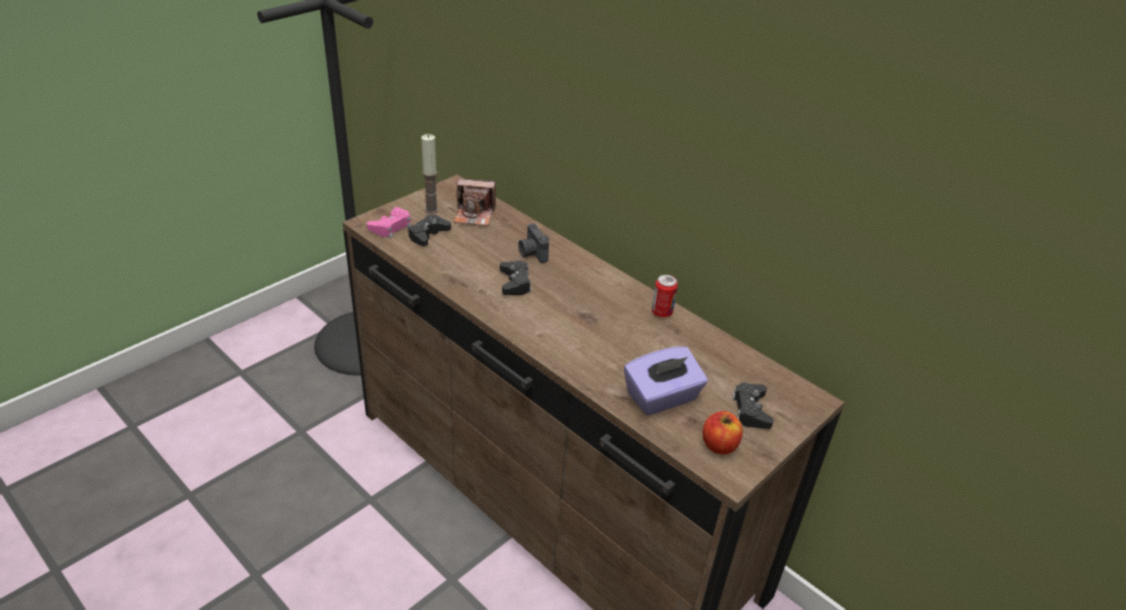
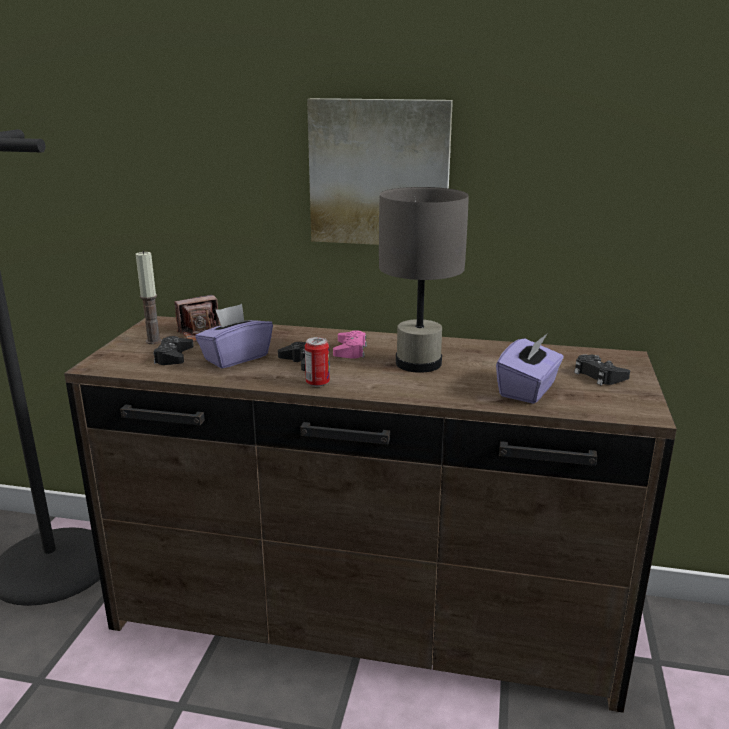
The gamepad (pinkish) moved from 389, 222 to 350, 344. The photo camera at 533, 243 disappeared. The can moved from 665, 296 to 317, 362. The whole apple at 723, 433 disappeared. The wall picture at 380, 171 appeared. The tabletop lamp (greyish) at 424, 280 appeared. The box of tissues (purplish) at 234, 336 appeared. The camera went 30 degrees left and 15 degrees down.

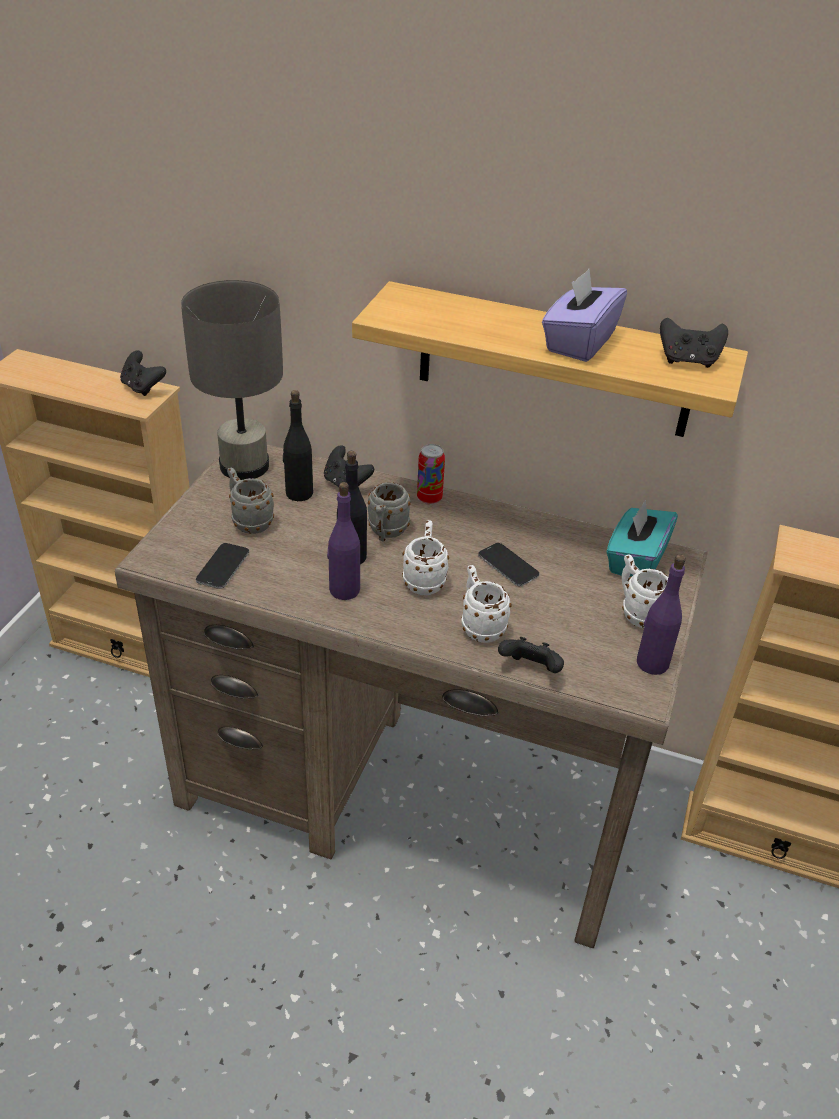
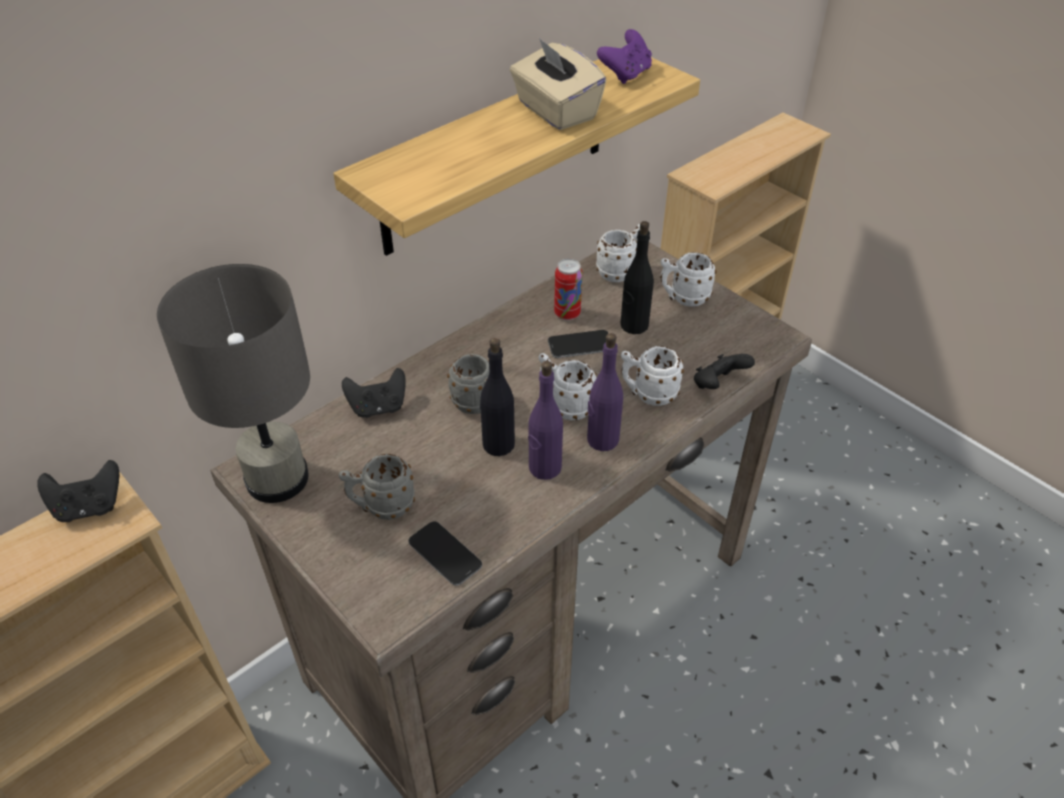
The box of tissues (purplish) at 584, 315 became the box of tissues (beige-coloured) at 558, 84. The gamepad (black-coloured) at 694, 343 became the gamepad (purplish) at 624, 56. The beverage bottle (black-coloured) moved from 298, 445 to 637, 277. The can moved from 431, 474 to 568, 290. The box of tissues (blue-green) at 642, 539 was replaced by the coffee mug (whitish) at 618, 252. The beverage bottle (purplish) moved from 661, 614 to 605, 392. The camera went 60 degrees left and 5 degrees up.

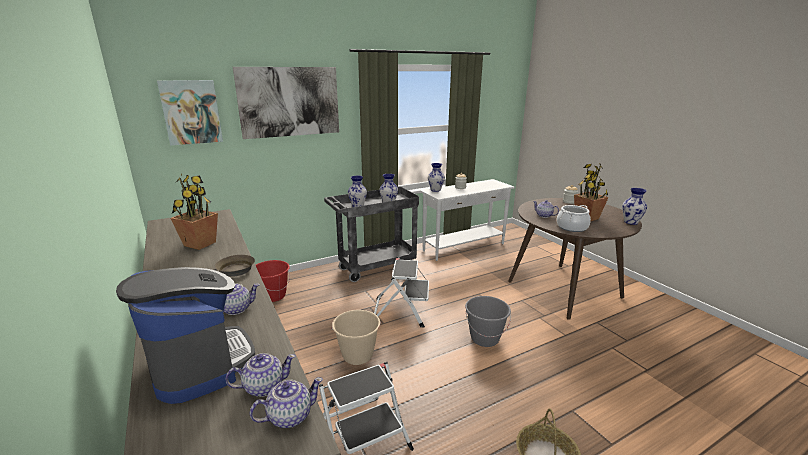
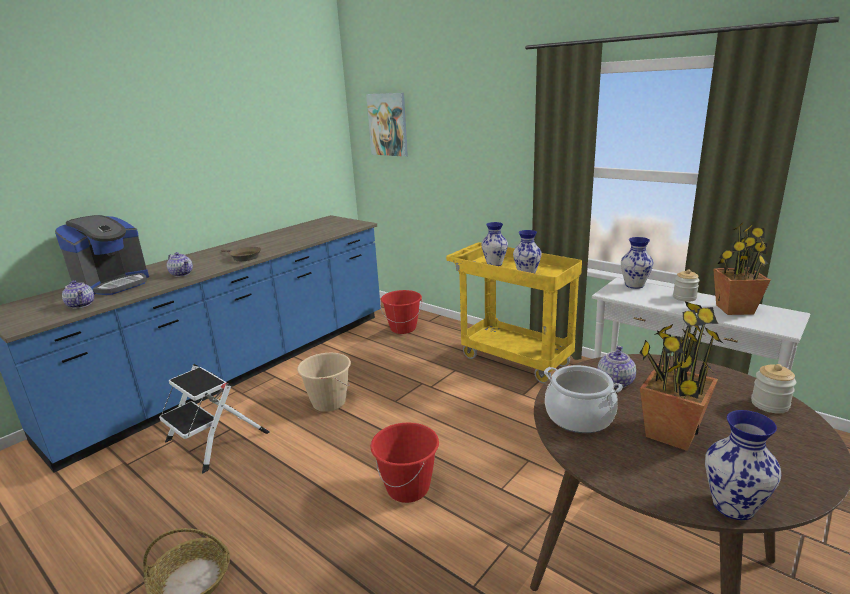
The wall picture at 286, 103 disappeared. The potted plant moved from 194, 211 to 742, 268. The wheeled cart (greyish) at 371, 234 became the wheeled cart (yellow) at 514, 312. The step ladder at 401, 292 disappeared. The pail (greyish) at 488, 321 became the pail (reddish) at 404, 463. The teapot at 286, 402 disappeared. The camera went 70 degrees right and 0 degrees up.

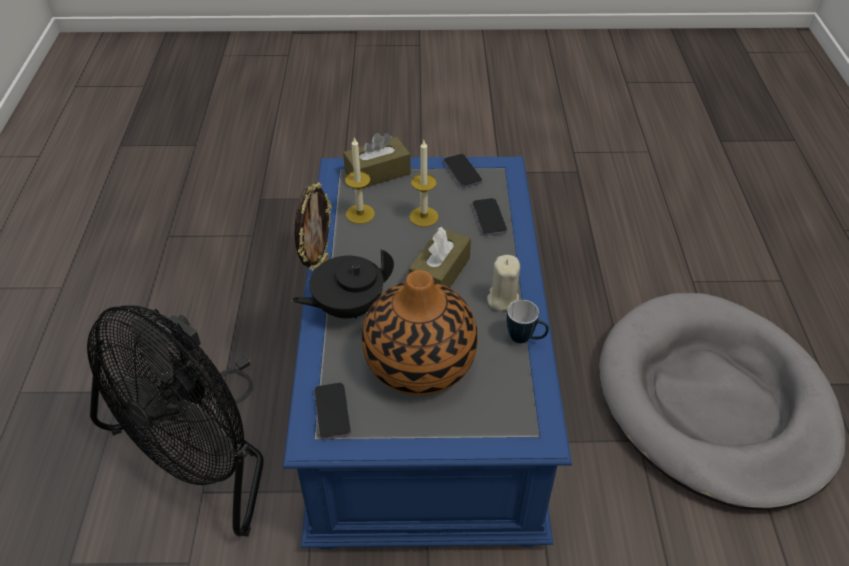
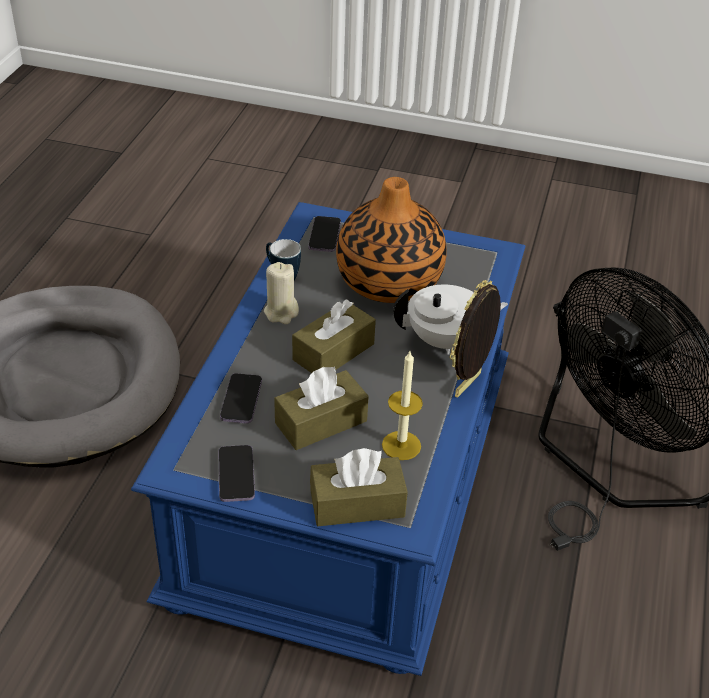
The wax candle at 424, 184 was replaced by the box of tissues (brown-coloured) at 321, 408. The teapot (black-coloured) at 343, 284 became the teapot (whitish) at 450, 320. The phone moved from 332, 411 to 324, 234. The camera went 165 degrees left and 5 degrees down.

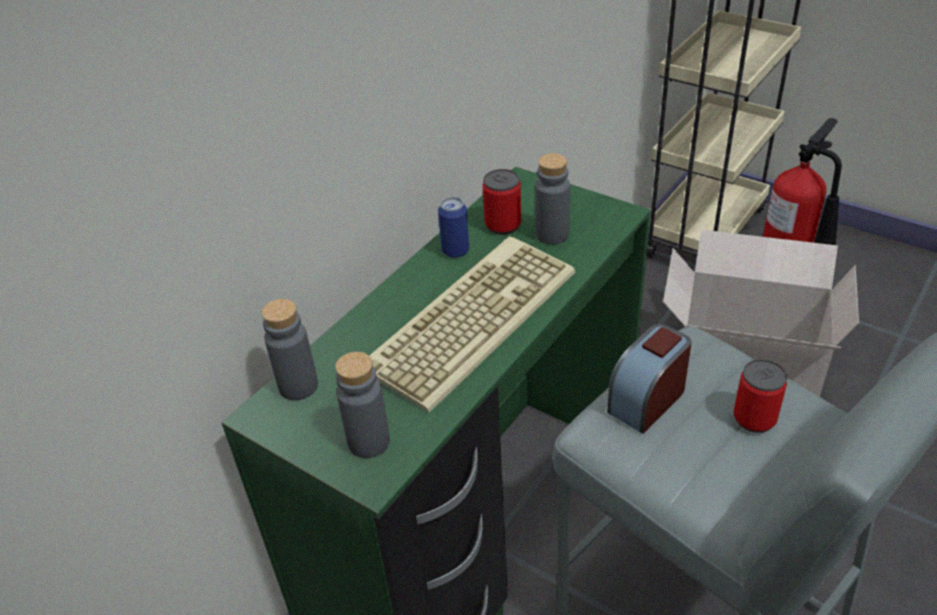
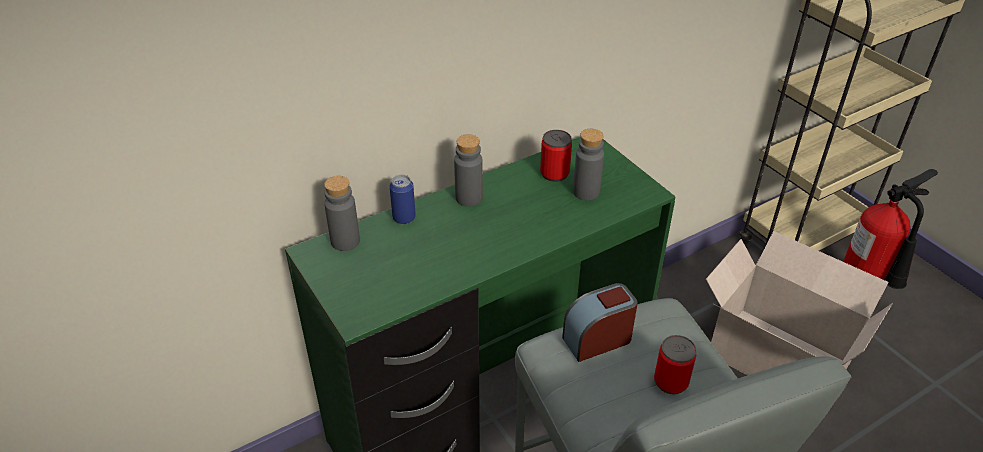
The can moved from 453, 227 to 403, 199. The computer keyboard at 472, 324 disappeared. The beverage bottle (greyish) moved from 362, 405 to 468, 170. The camera went 20 degrees right and 0 degrees up.

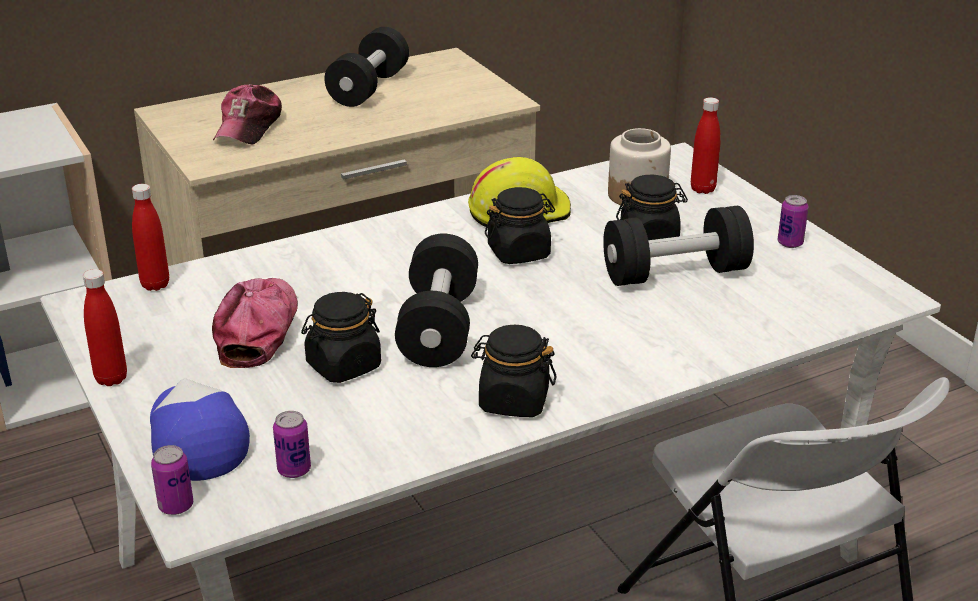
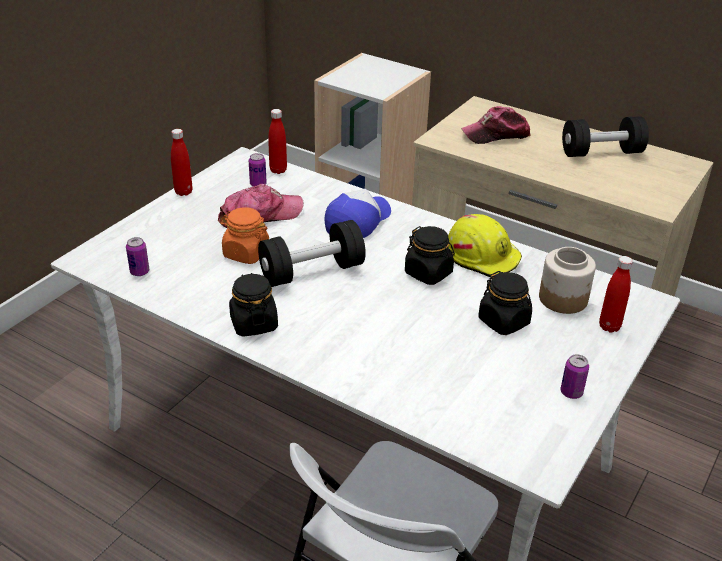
The free weight (black-coloured) at 678, 246 disappeared. The jar (black-coloured) at 341, 337 became the jar (orange-coloured) at 244, 235. The cap moved from 200, 429 to 357, 213. The can moved from 172, 480 to 258, 170. The camera went 60 degrees right and 5 degrees up.

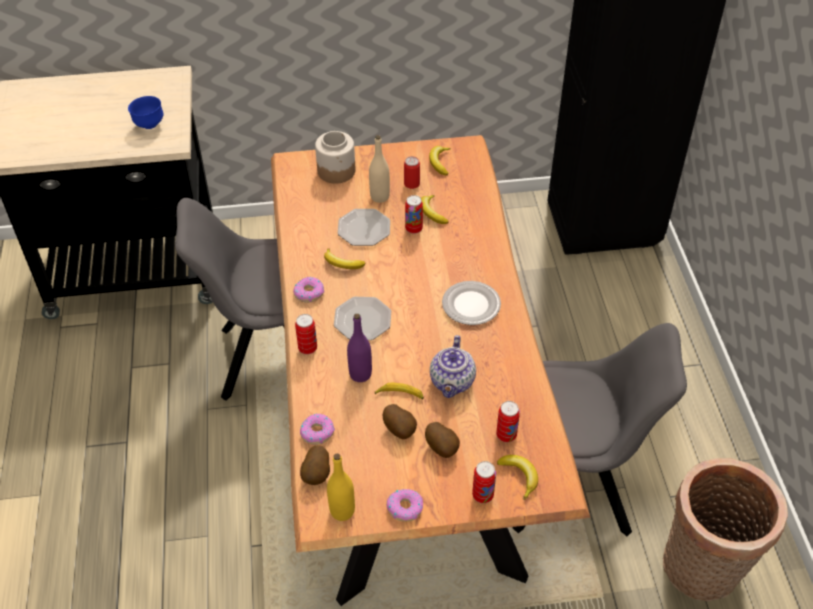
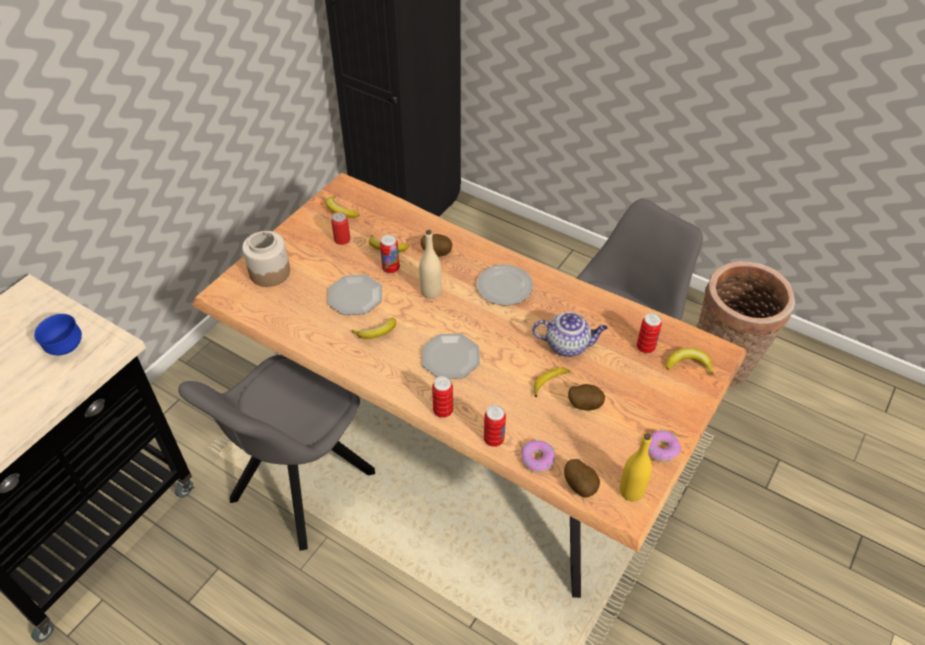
The beverage bottle (beige-coloured) moved from 379, 169 to 430, 264. The doughnut at 308, 290 disappeared. The beverage bottle (purplish) at 359, 348 disappeared. The teapot at 453, 366 turned 45 degrees counterclockwise. The whole potato moved from 442, 440 to 436, 245. The can moved from 484, 482 to 495, 426. The camera went 50 degrees left and 0 degrees up.

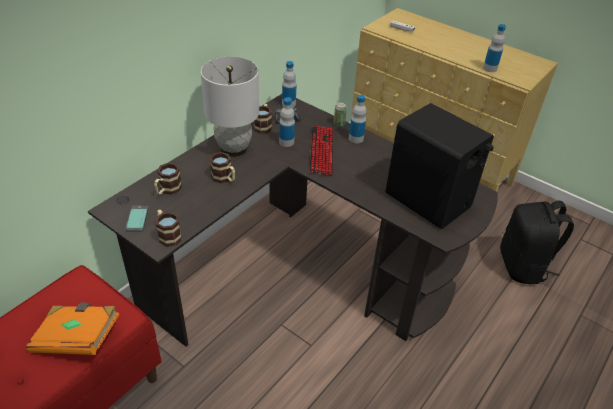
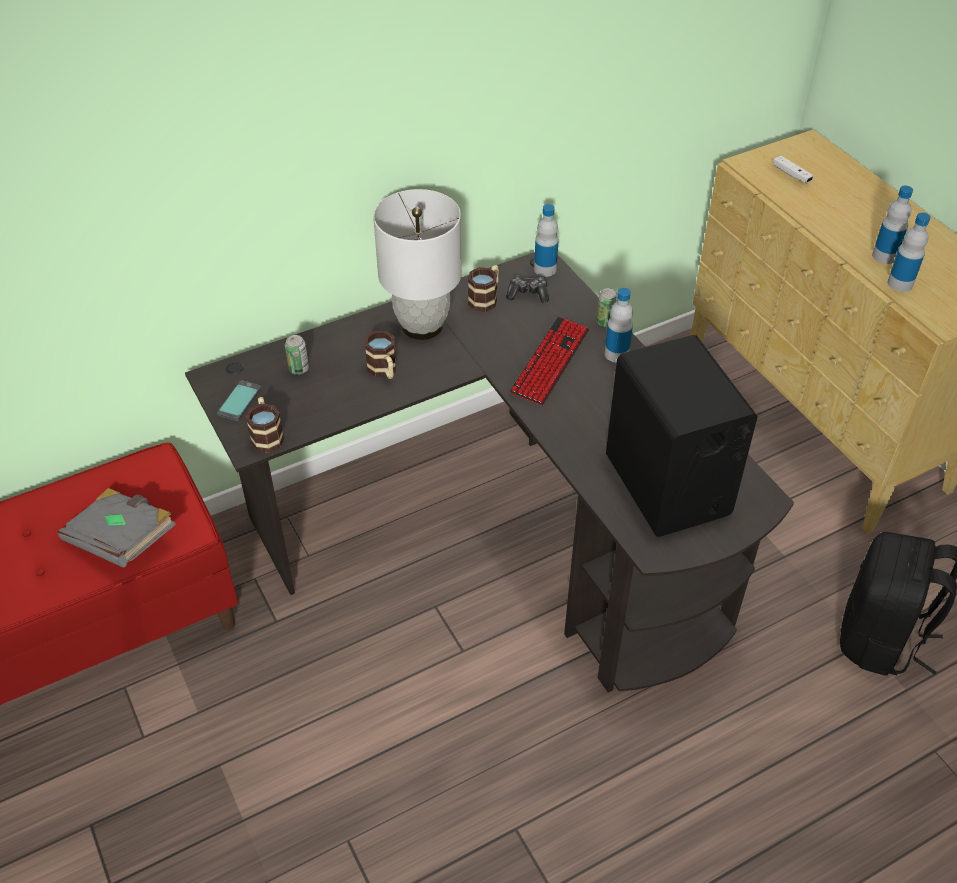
The beverage bottle moved from 287, 122 to 892, 224. The coffee mug at 168, 179 was replaced by the can at 297, 355. The book (orange-coloured) at 73, 328 became the book (greyish) at 117, 527. The camera went 25 degrees right and 5 degrees up.

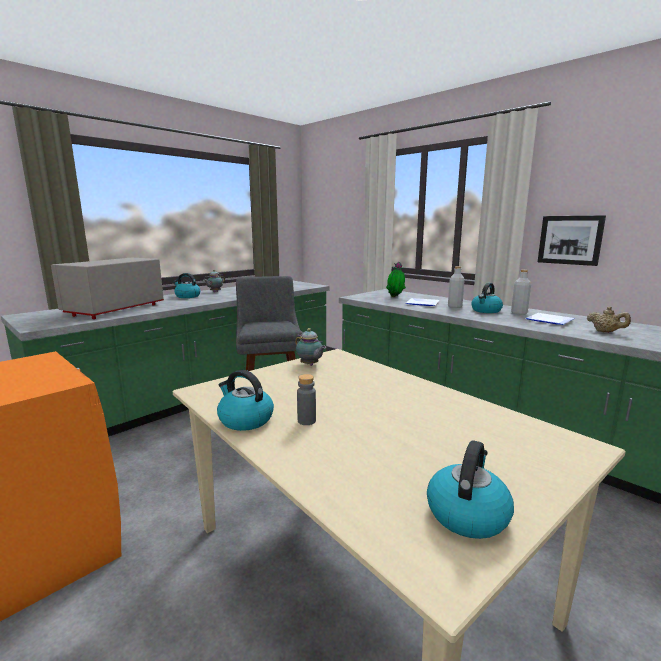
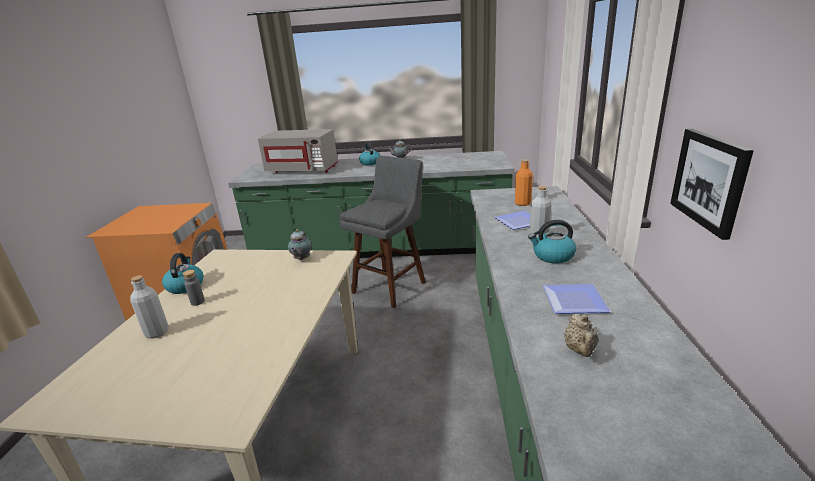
The microwave (greyish) at 107, 288 turned 150 degrees counterclockwise. The potted plant at 396, 279 was replaced by the beverage bottle (orange-coloured) at 524, 182. The beverage bottle (greyish) moved from 521, 292 to 149, 307. The tea kettle at 470, 489 disappeared. The camera went 50 degrees right and 10 degrees up.

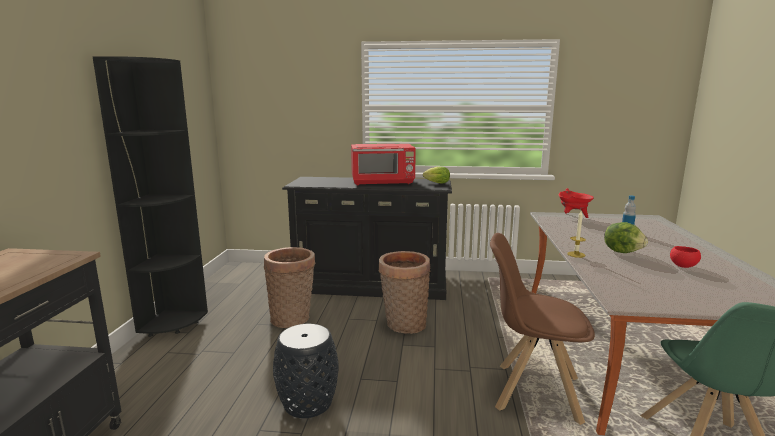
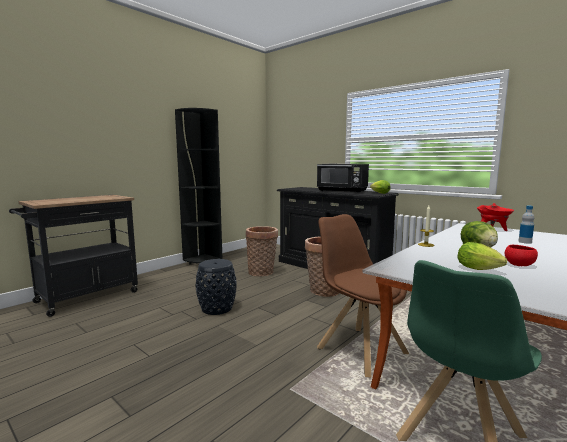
The microwave (reddish) at 383, 164 became the microwave (black-coloured) at 343, 178. The lettuce at 482, 256 appeared. The camera went 35 degrees right and 5 degrees down.

